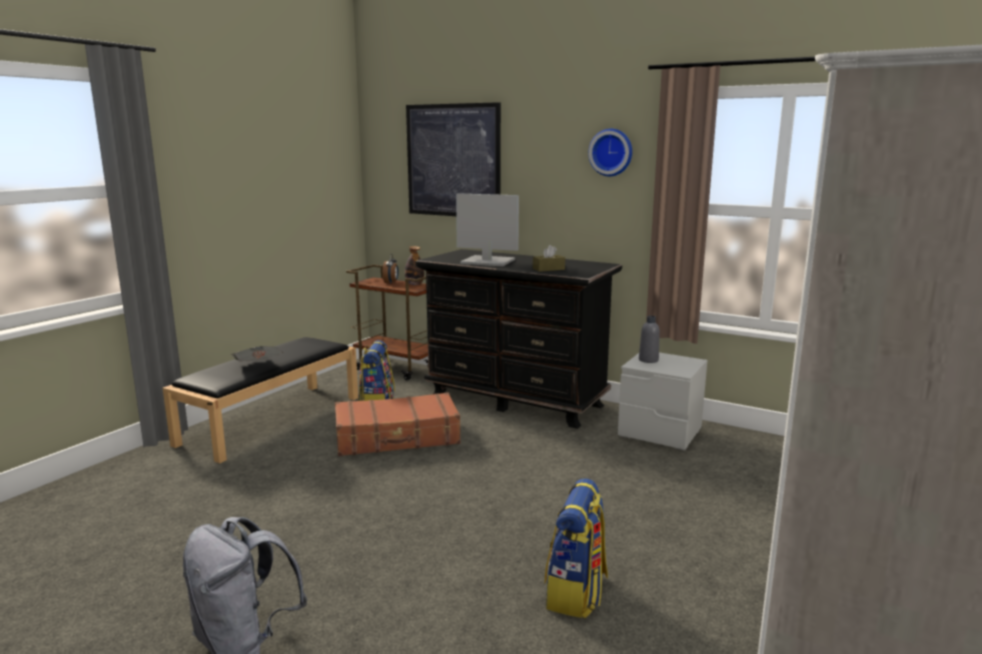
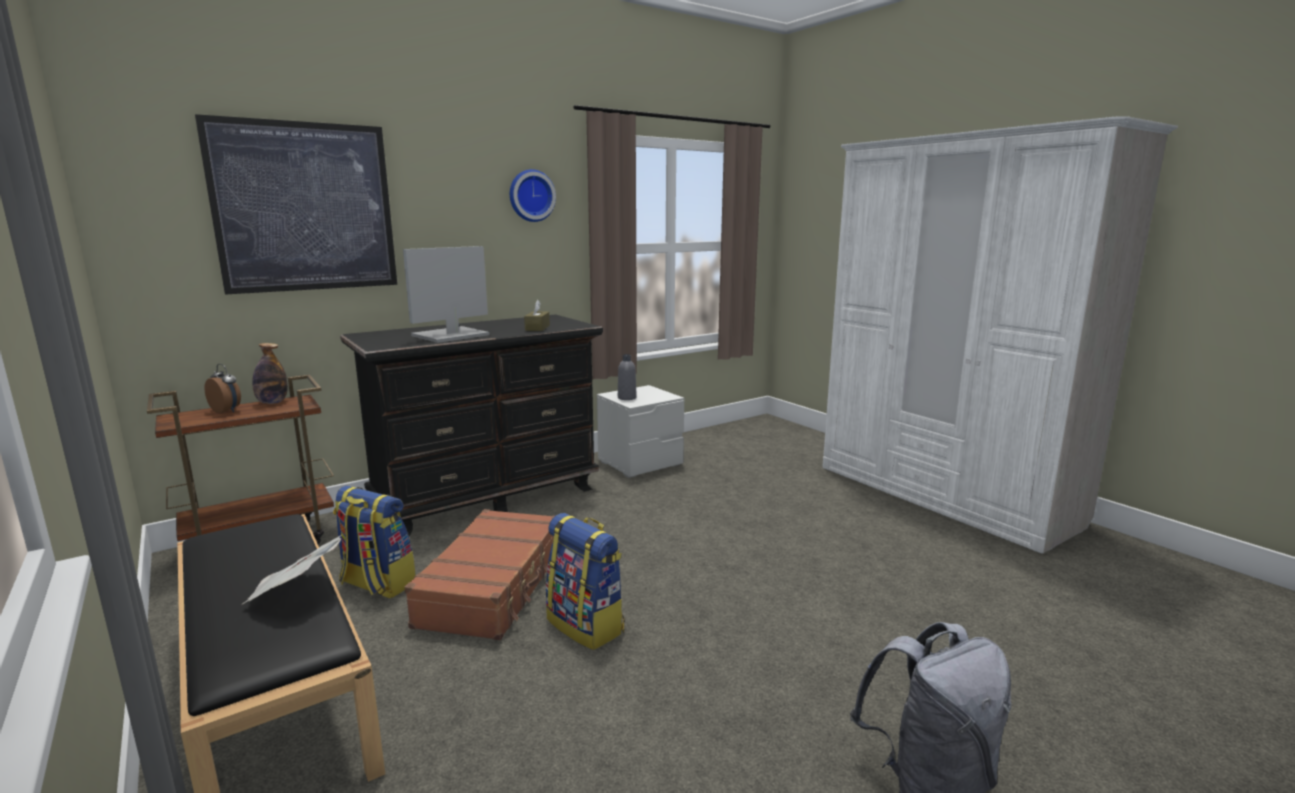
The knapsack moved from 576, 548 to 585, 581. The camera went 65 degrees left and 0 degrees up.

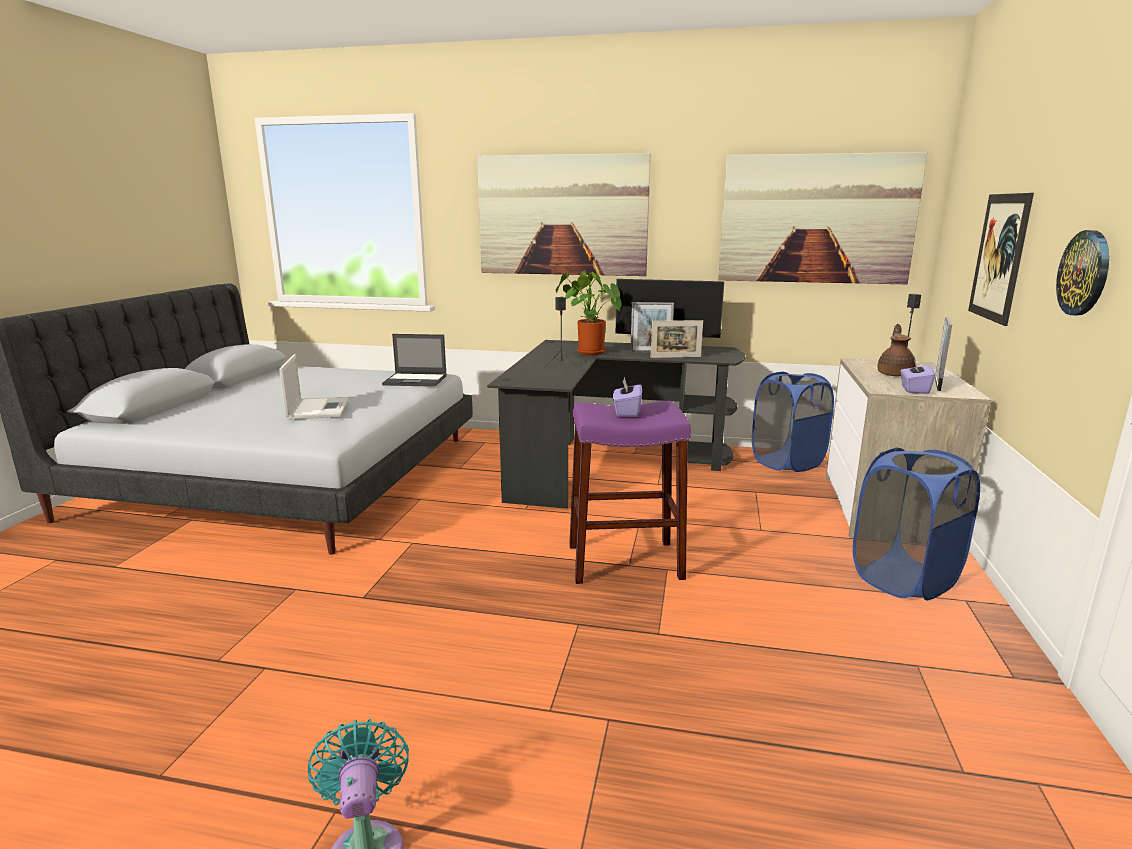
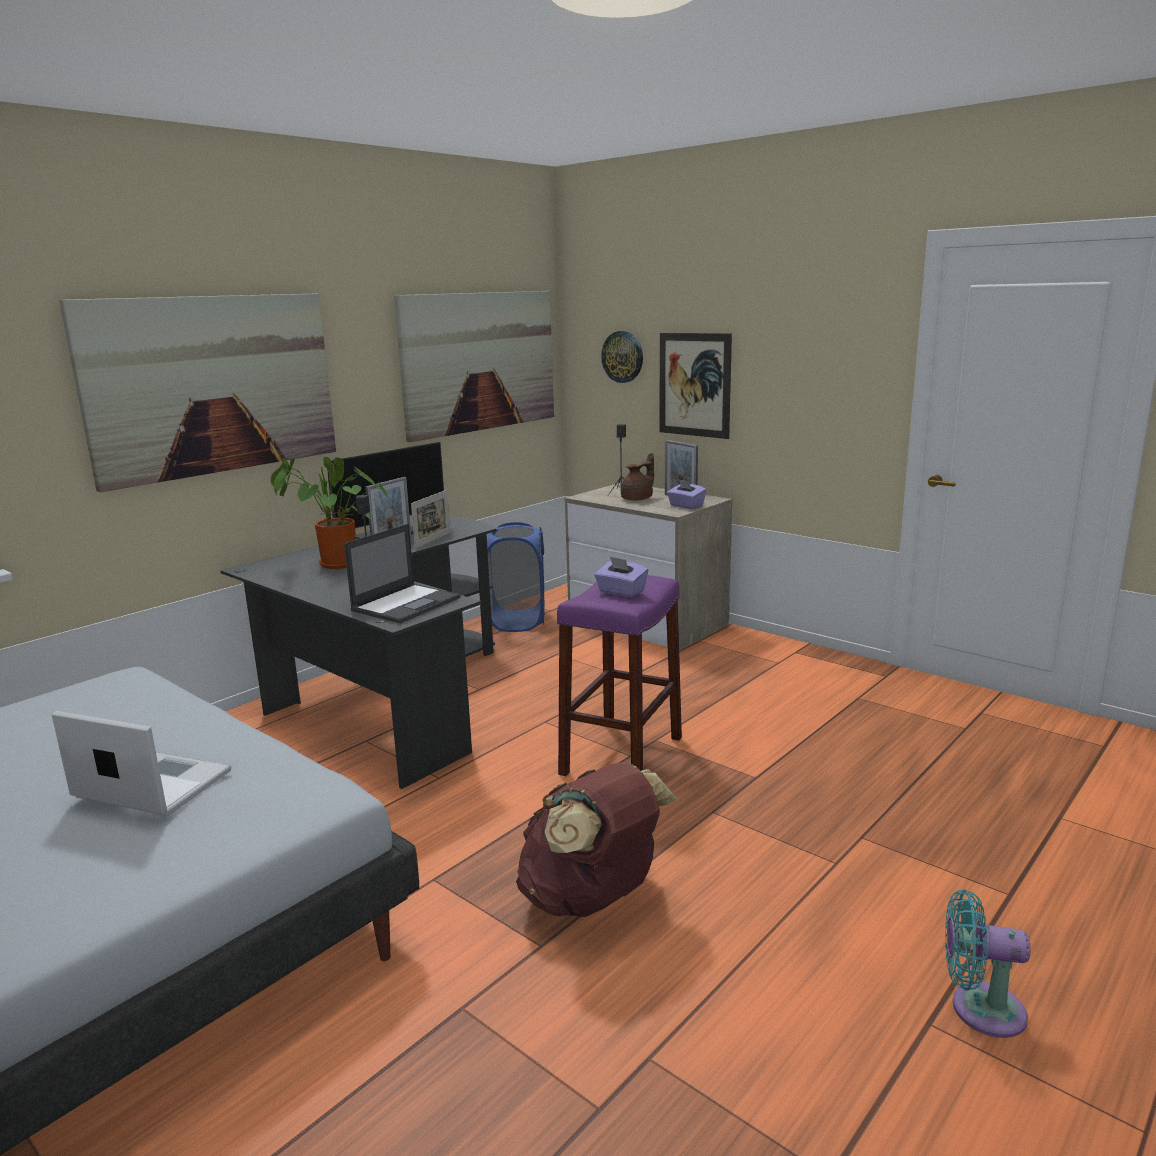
The hanging clock moved from 1082, 272 to 622, 357. The teapot (brown-coloured) at 896, 350 turned 90 degrees clockwise. The notebook computer moved from 414, 360 to 402, 574. The hamper (blue) at 916, 524 disappeared. The knapsack (brown-coloured) at 596, 839 appeared. The camera went 60 degrees left and 0 degrees up.

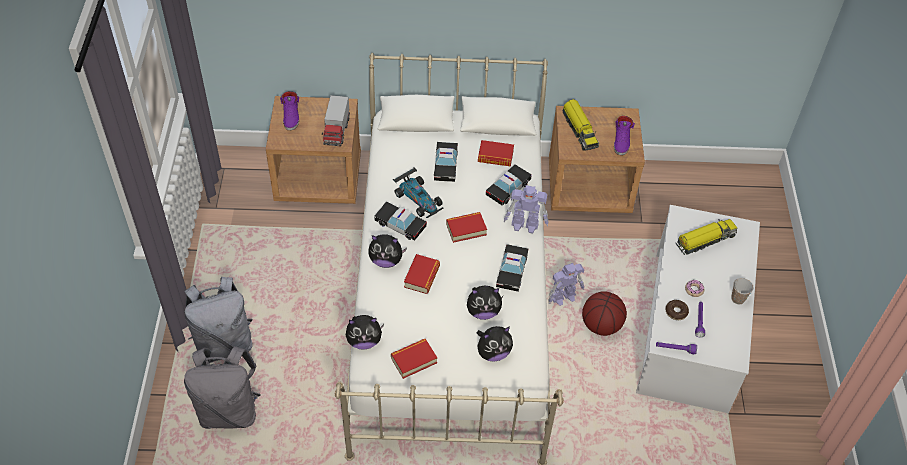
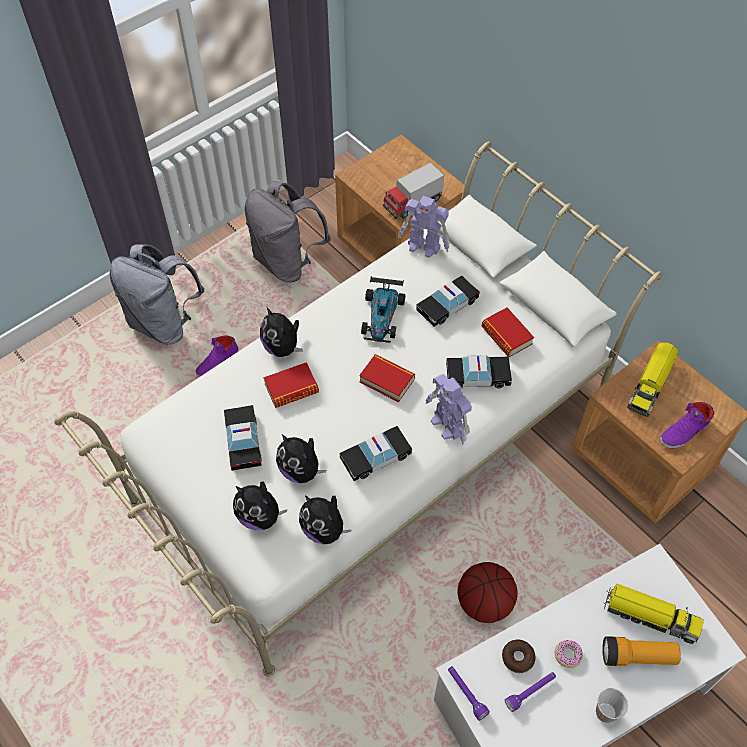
The shoe (purplish) moved from 289, 110 to 217, 356. The miniature car moved from 400, 221 to 243, 438. The model robot moved from 566, 284 to 423, 227. The cuddly toy moved from 365, 332 to 325, 520. The book at 414, 359 disappeared. The knapsack (greyish) moved from 222, 387 to 288, 232. The flashlight at 641, 651 appeared. The camera went 50 degrees right and 5 degrees up.

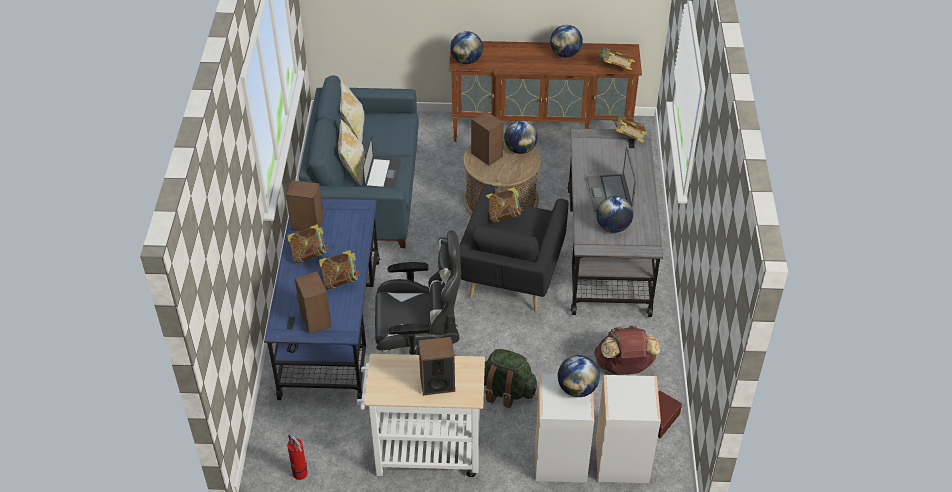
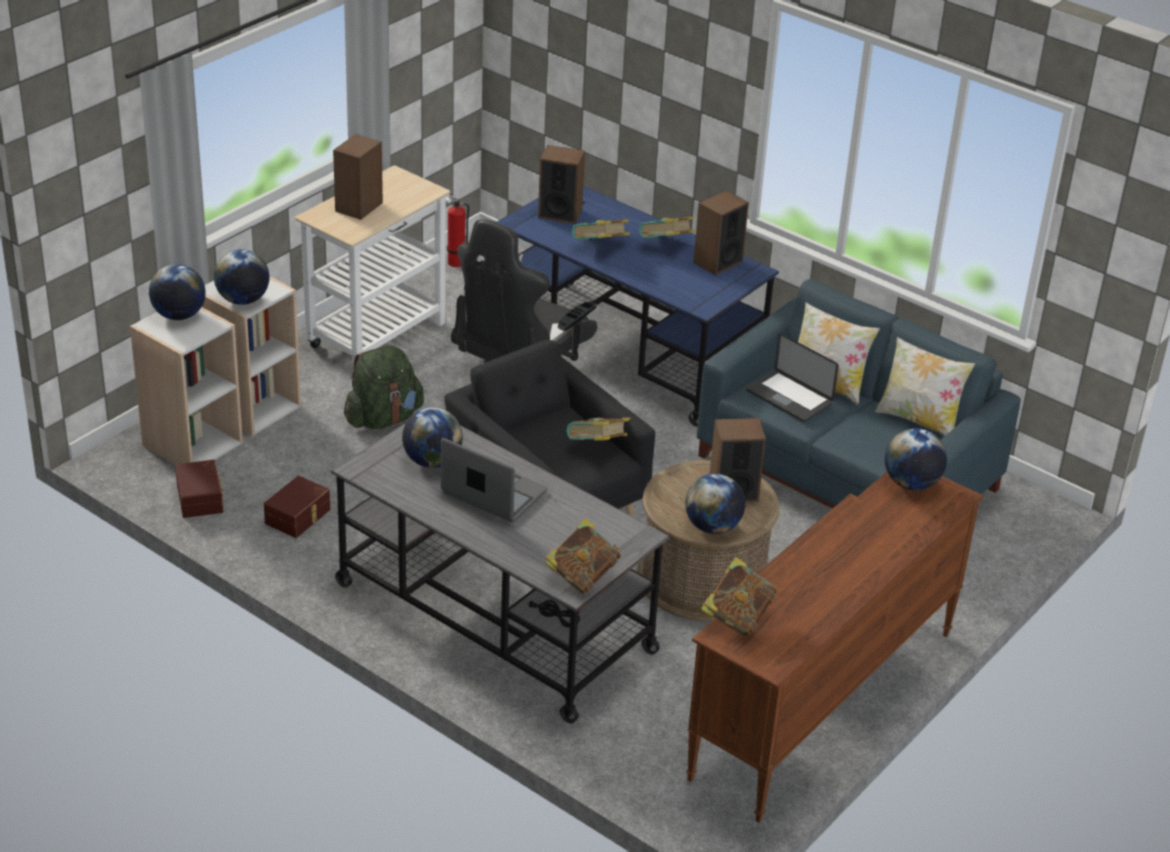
The desk globe moved from 566, 41 to 177, 292. The knapsack (brown-coloured) at 627, 350 was replaced by the storage container (brown-coloured) at 297, 507. The camera went 125 degrees right and 10 degrees down.

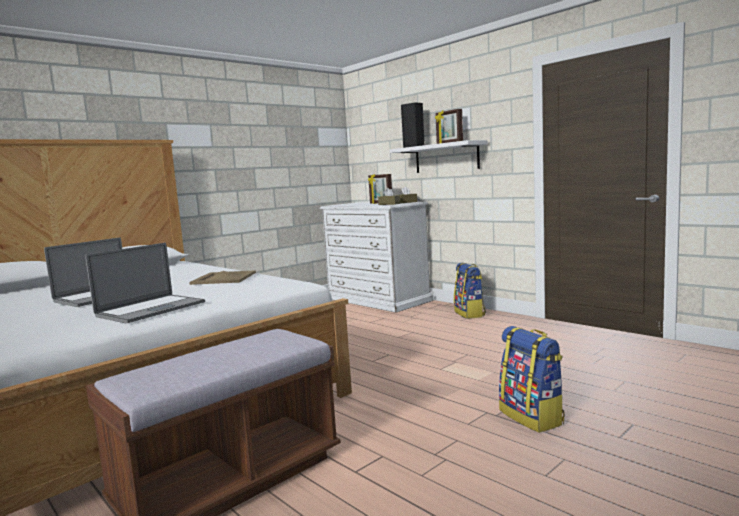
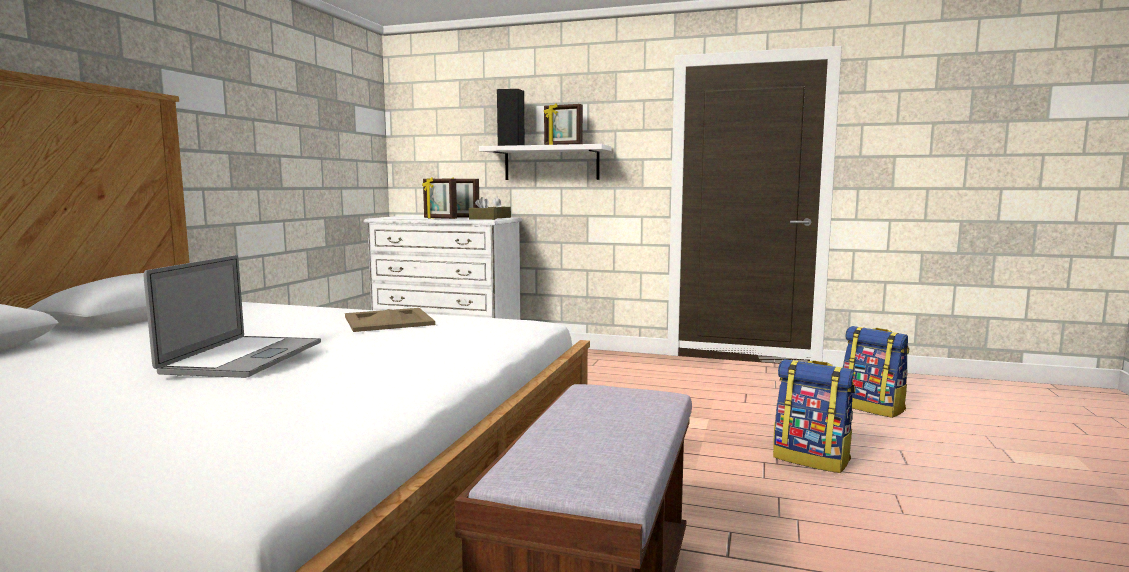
The notebook computer at 145, 283 disappeared. The knapsack moved from 470, 291 to 876, 372. The picture frame at 439, 198 appeared. The camera went 30 degrees left and 0 degrees up.

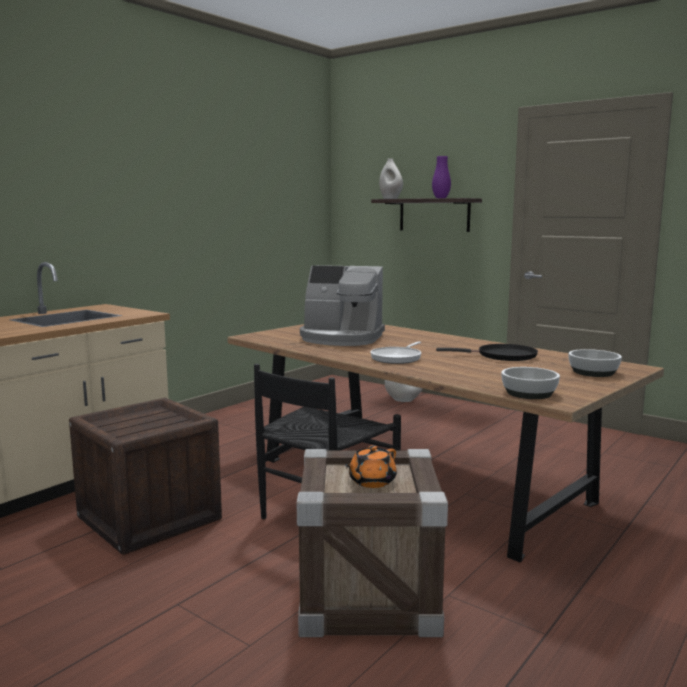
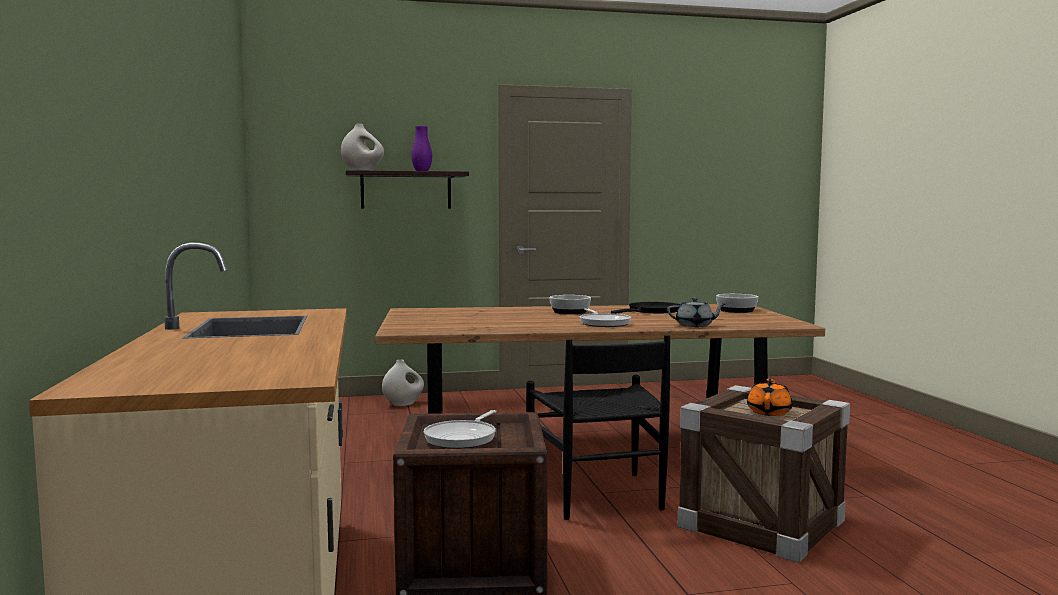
The coffee brewer at 342, 305 disappeared. The deep dish moved from 530, 383 to 570, 304. The teapot (orange-coloured) at 371, 466 turned 150 degrees counterclockwise. The teapot (greyish) at 696, 312 appeared. The skillet at 460, 429 appeared. The camera went 50 degrees left and 5 degrees down.

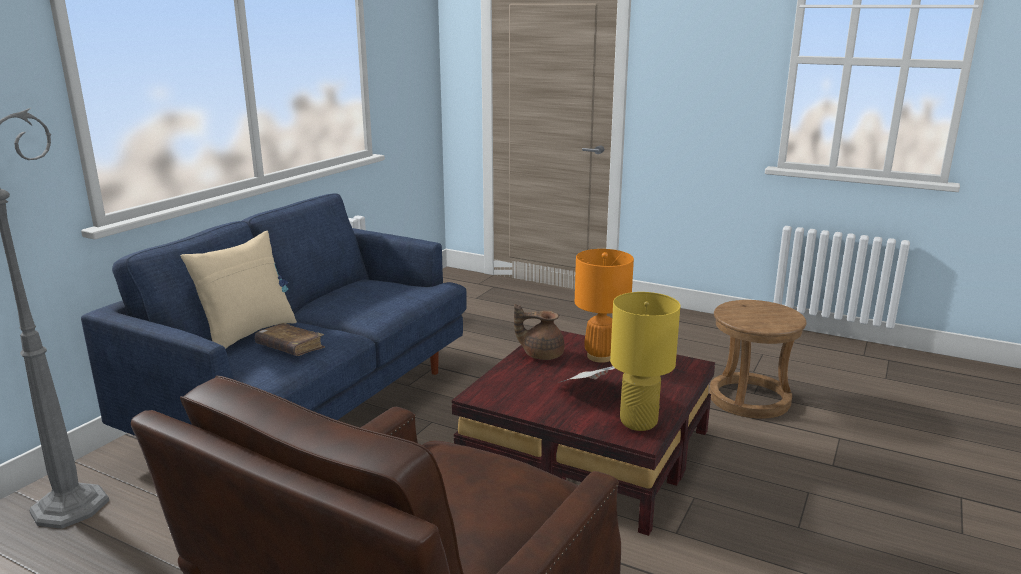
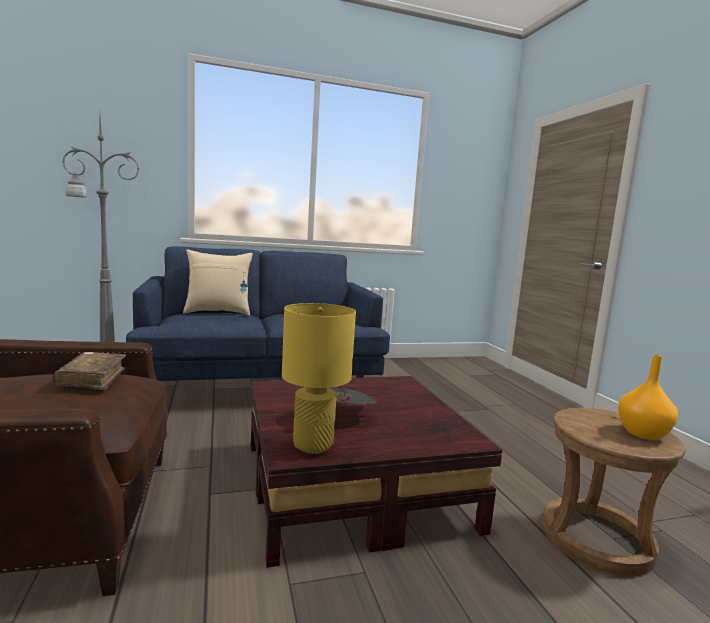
The tabletop lamp (orange-coloured) at 604, 306 disappeared. The teapot (brown-coloured) at 539, 332 disappeared. The book (brown-coloured) moved from 290, 339 to 89, 371. The vase (orange-coloured) at 648, 397 appeared. The camera went 45 degrees right and 10 degrees down.

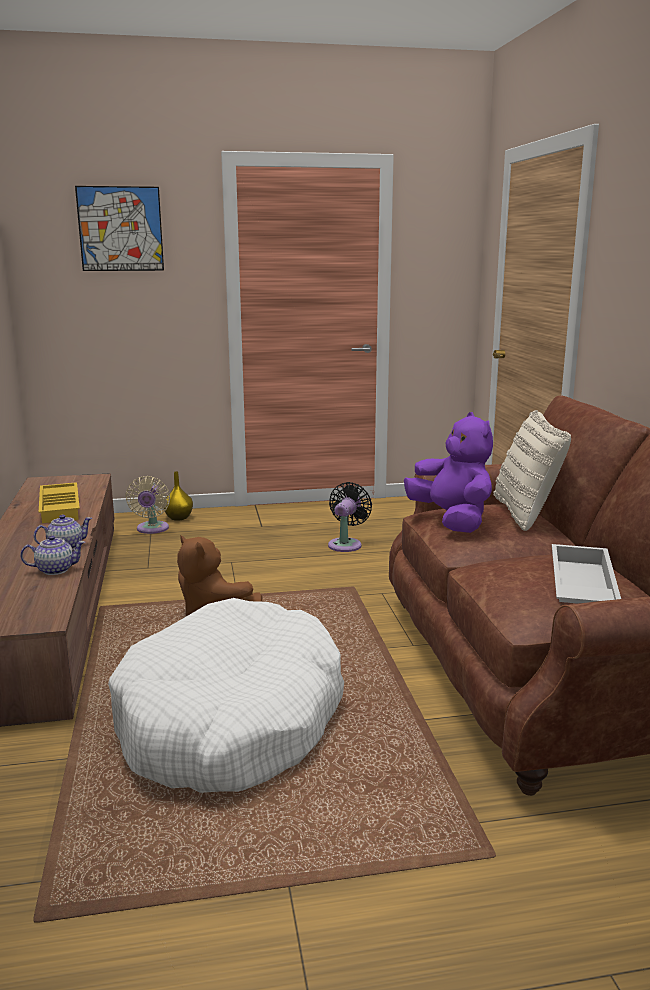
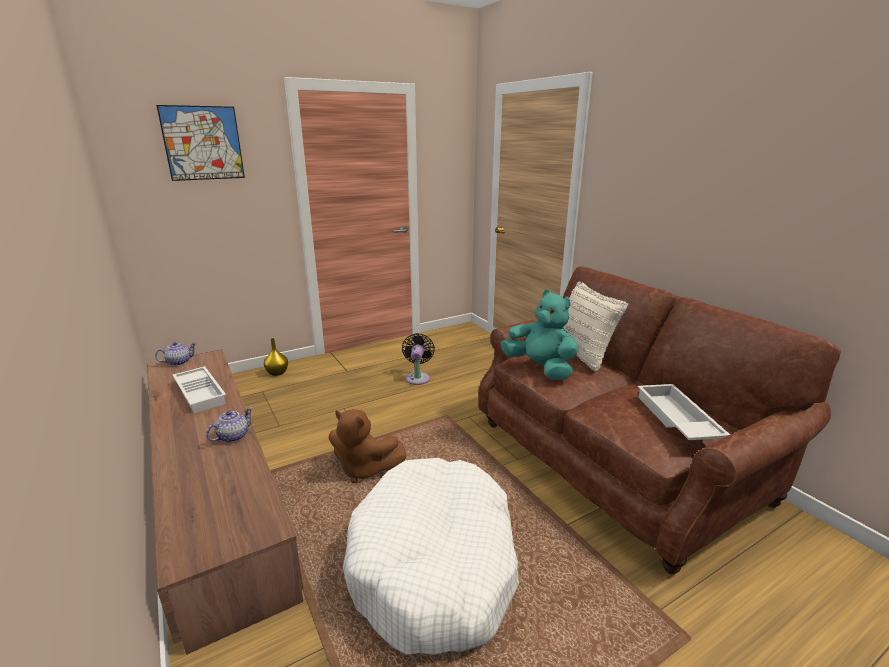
The cuddly toy (purplish) at 448, 472 became the cuddly toy (blue-green) at 539, 335. The cooling fan (beige-coloured) at 147, 505 disappeared. The carrying tray (yellow) at 59, 502 became the carrying tray (whitish) at 199, 389. The teapot moved from 52, 555 to 176, 354. The camera went 20 degrees left and 5 degrees up.

